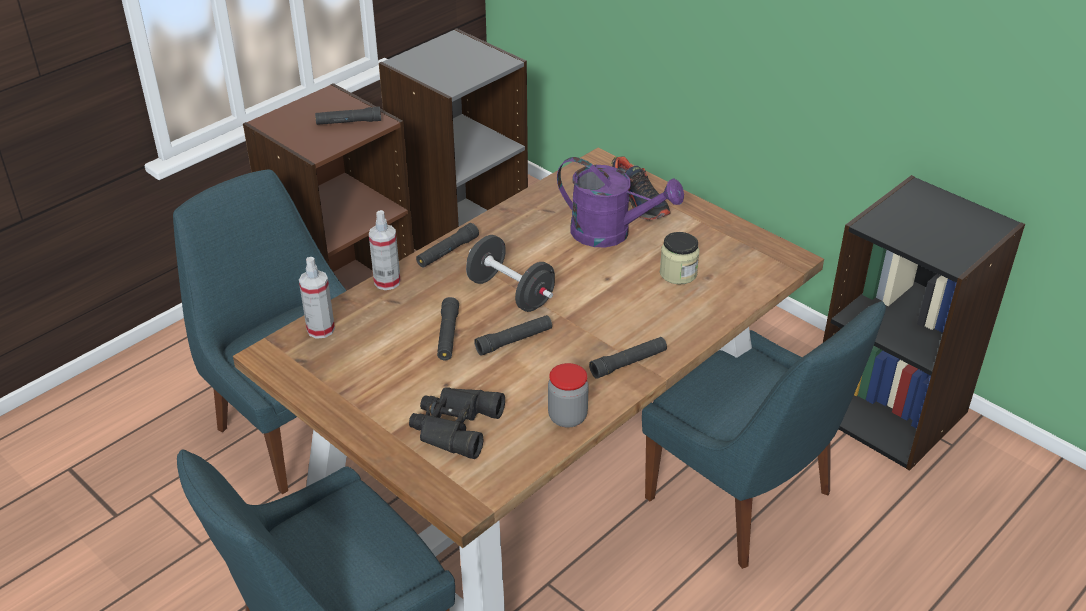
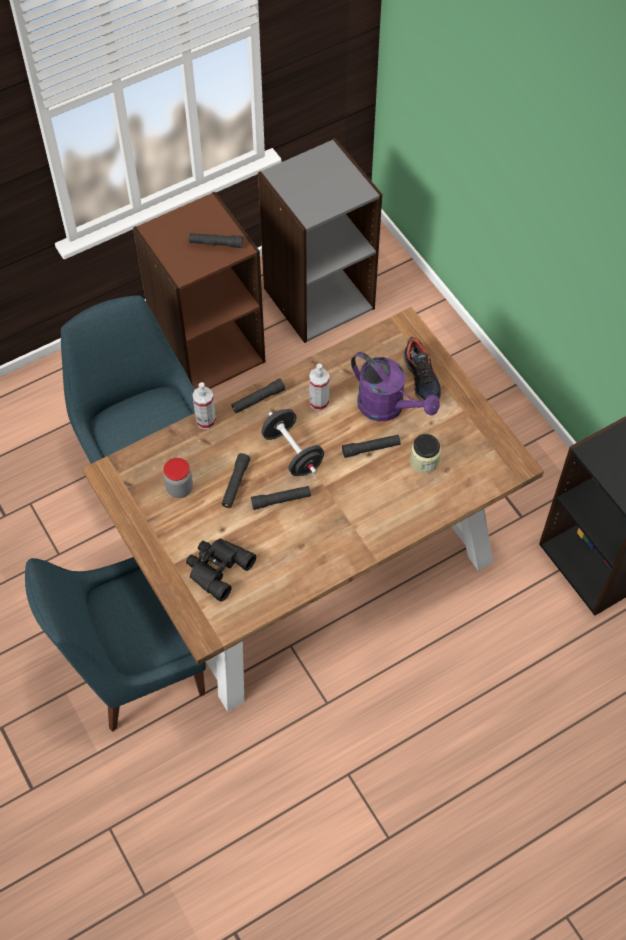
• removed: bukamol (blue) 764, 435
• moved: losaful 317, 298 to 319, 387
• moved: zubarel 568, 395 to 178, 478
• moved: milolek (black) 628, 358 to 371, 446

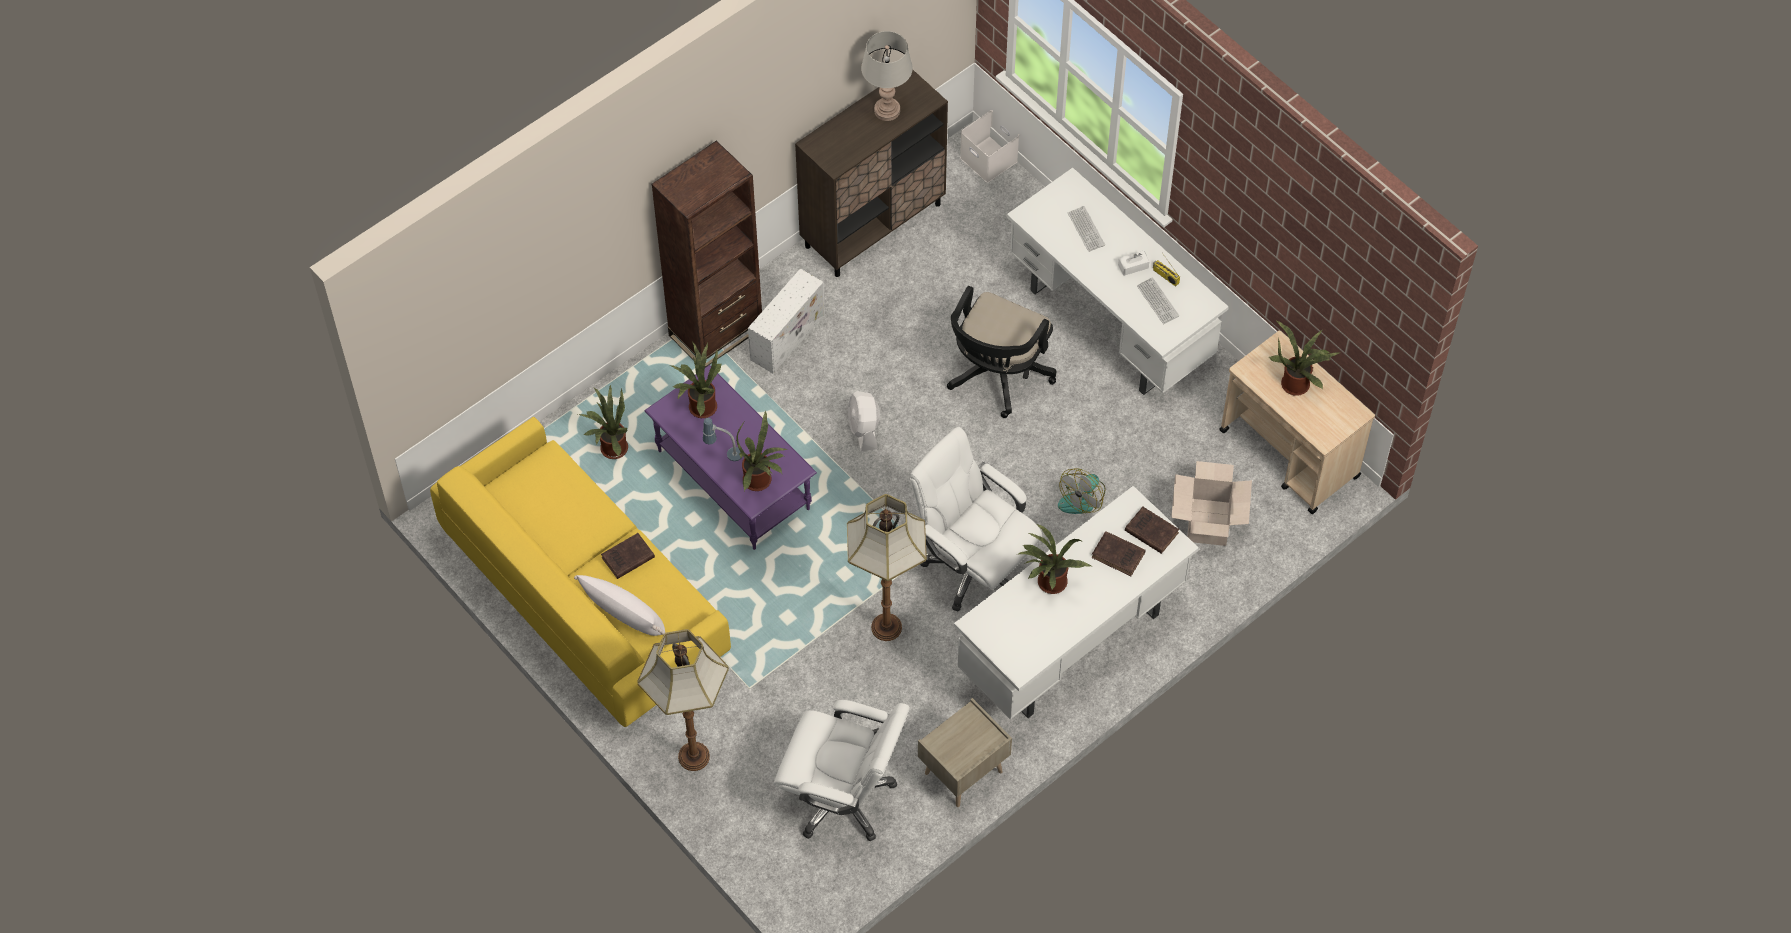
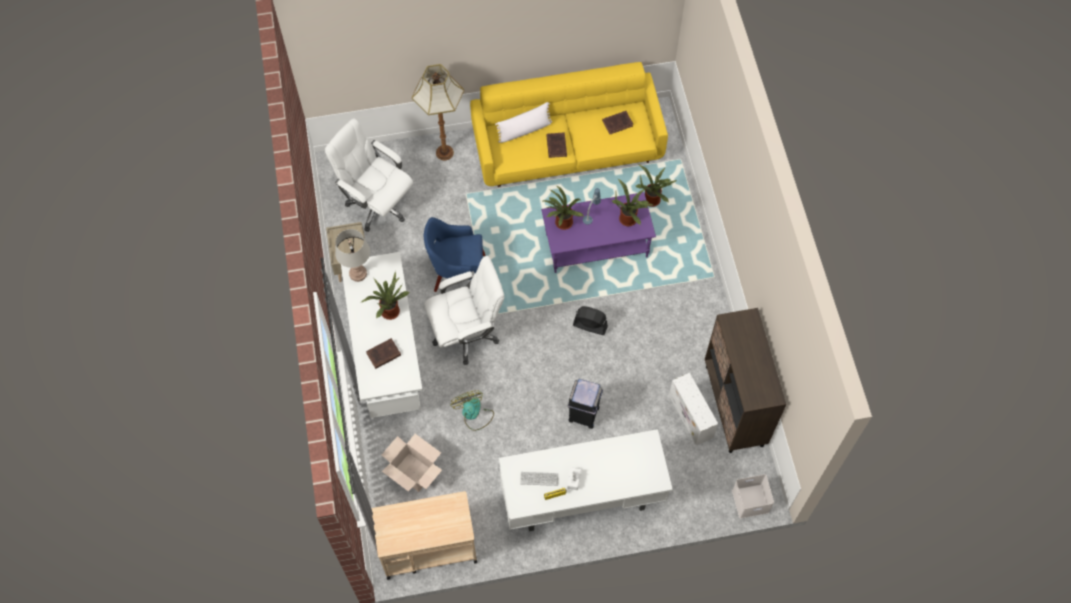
• removed: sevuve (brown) 706, 254
• removed: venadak 1086, 229
• removed: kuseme 1304, 358
• moved: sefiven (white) 786, 320 to 693, 409
• moved: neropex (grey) 887, 76 to 352, 255
• moved: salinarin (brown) 1152, 530 to 617, 122
• replaced: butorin 887, 567 to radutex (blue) 454, 254
• replaced: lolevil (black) 1001, 352 to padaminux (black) 585, 404
• recoloured: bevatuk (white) 864, 421 to bevatuk (black) 590, 320
• turned: lolevil (white) 842, 770 = 369, 175 75 degrees clockwise

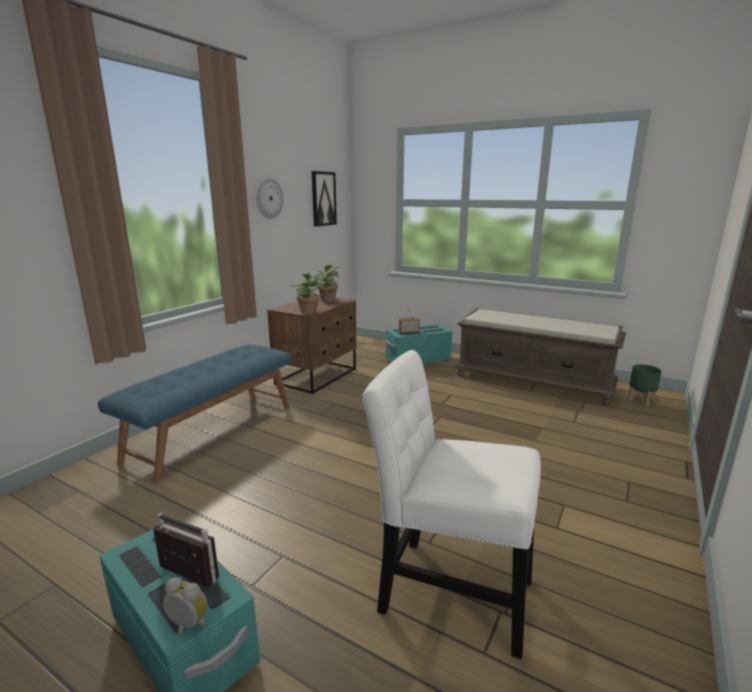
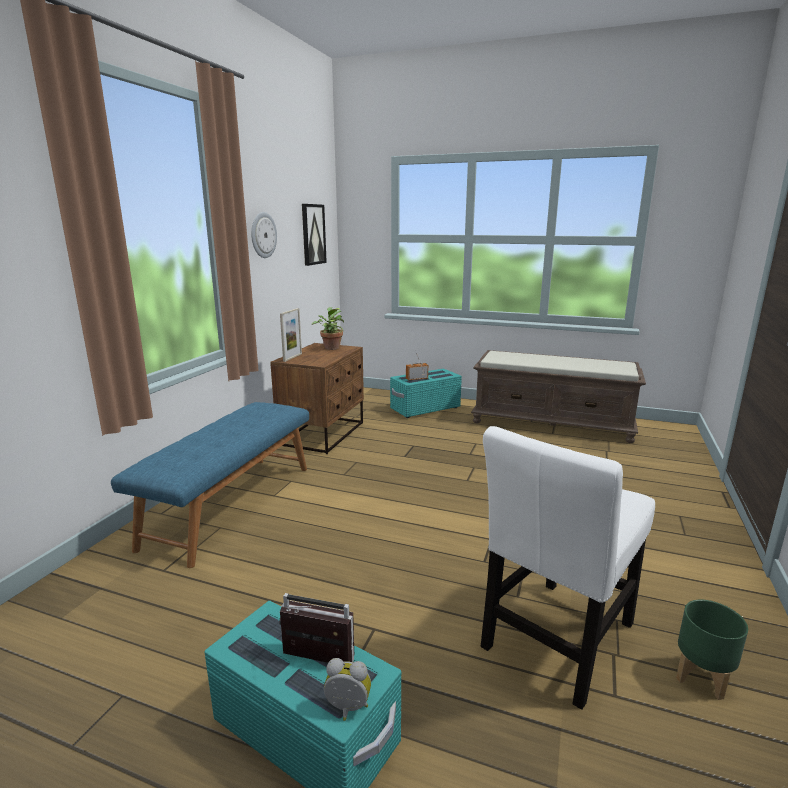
• removed: kuseme 308, 293
• added: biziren 291, 335
• moved: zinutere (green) 645, 385 to 712, 649
• turned: bukamol (white) 451, 504 = 568, 568 60 degrees counterclockwise

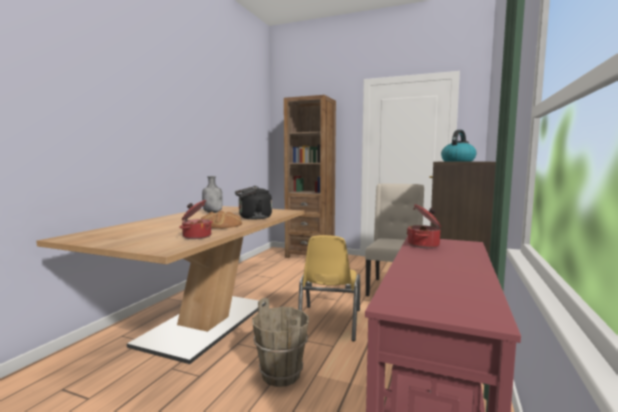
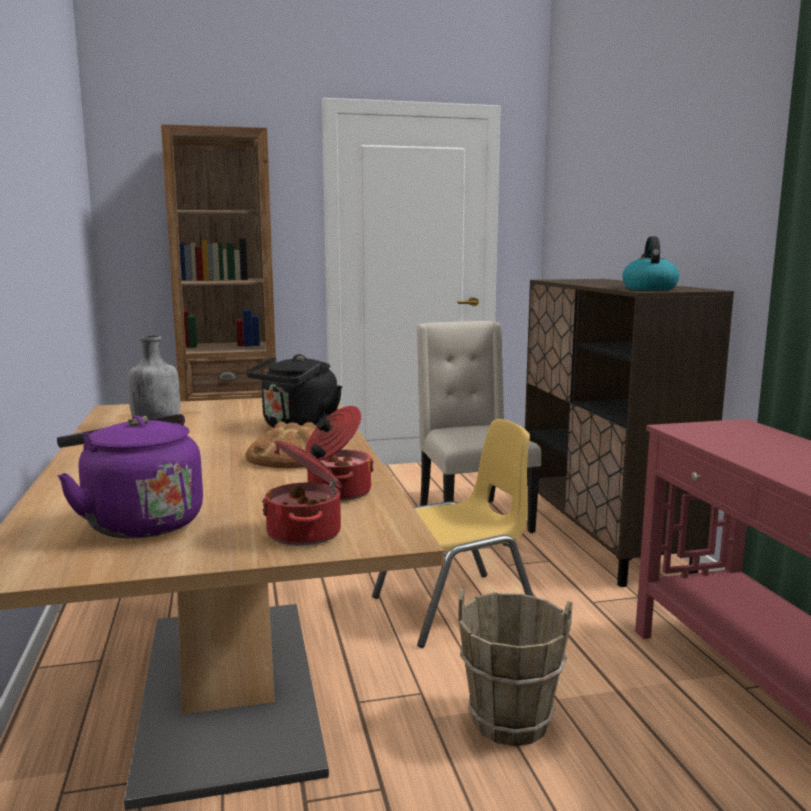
• added: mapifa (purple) 130, 476
• moved: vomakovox 423, 226 to 302, 493
• turned: bukamol (yellow) 329, 288 = 452, 533 90 degrees counterclockwise

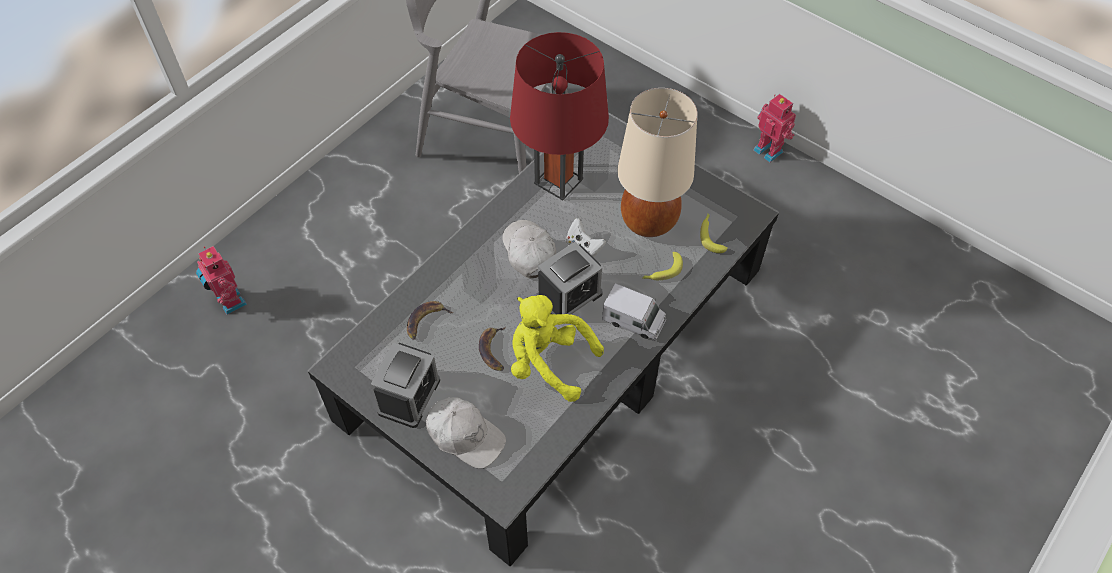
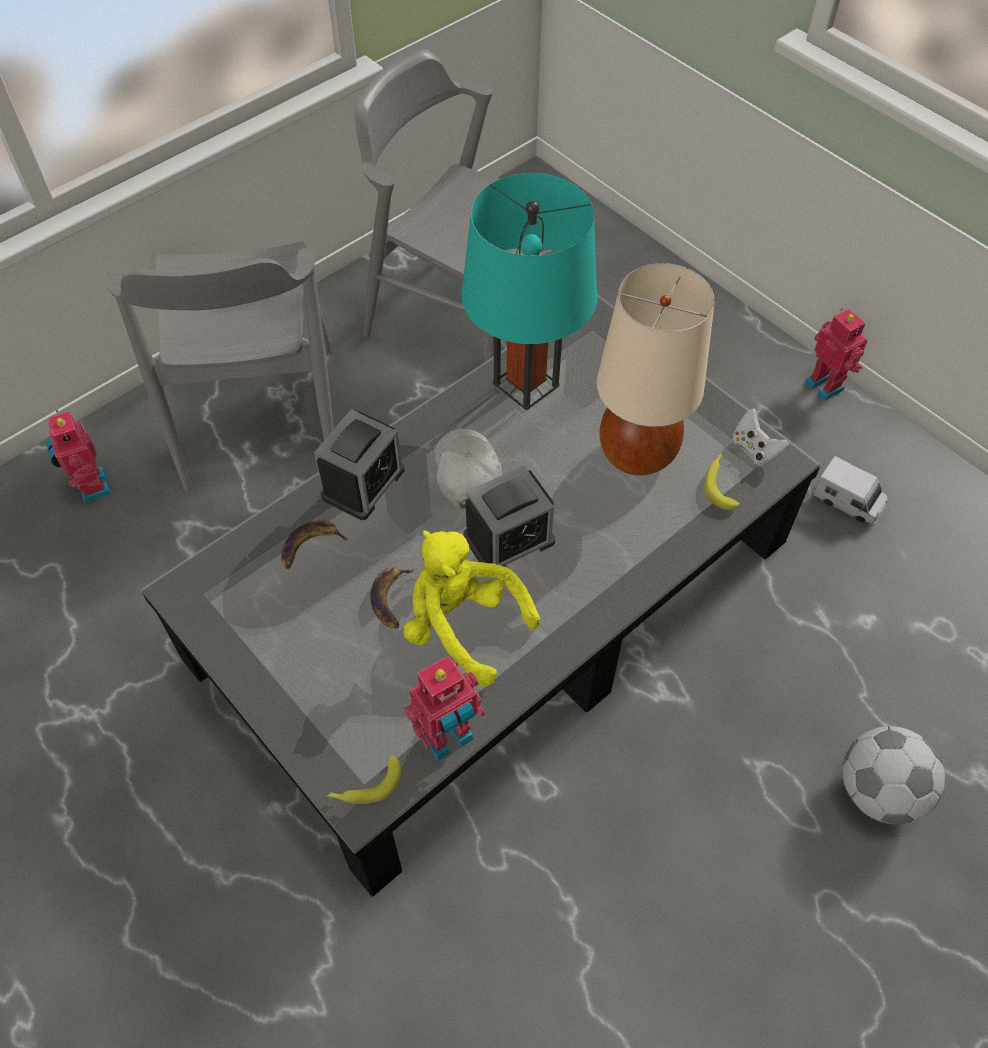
• removed: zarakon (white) 466, 433
• added: bukamol (grey) 219, 367
• added: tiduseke 444, 708
• added: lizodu 894, 775
• moved: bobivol 405, 385 to 359, 464
• moved: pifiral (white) 586, 237 to 760, 437
• moved: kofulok 634, 312 to 850, 491
• moved: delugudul 663, 266 to 364, 779
• recoloured: neropex (red) 559, 116 to neropex (turquoise) 529, 292

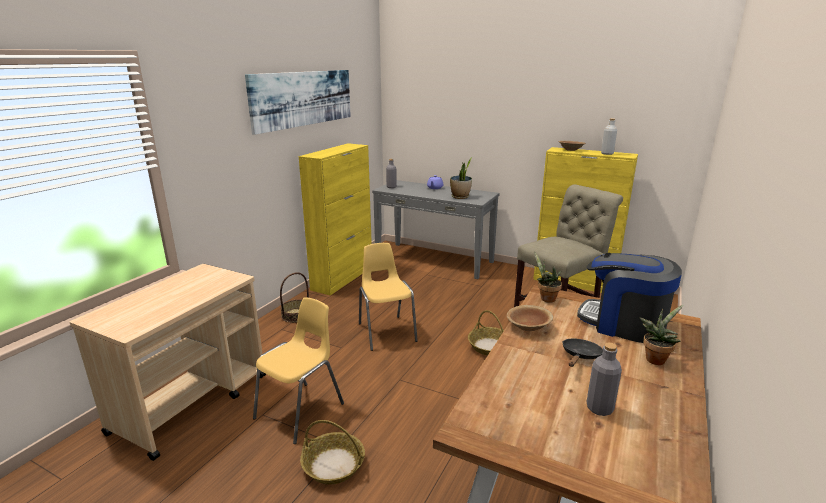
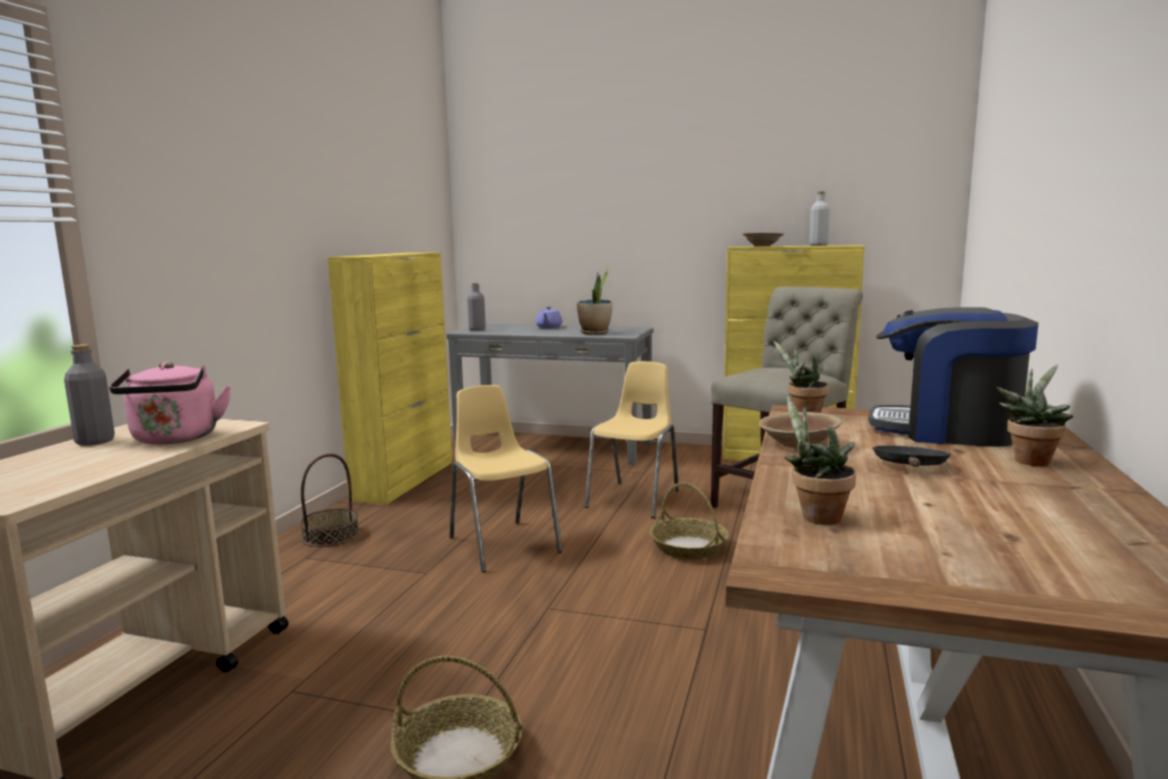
• removed: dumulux 298, 102
• added: mapifa (pink) 170, 403
• added: kuseme 820, 460
• moved: bukamol (yellow) 298, 370 to 632, 439
• moved: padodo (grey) 604, 379 to 89, 394

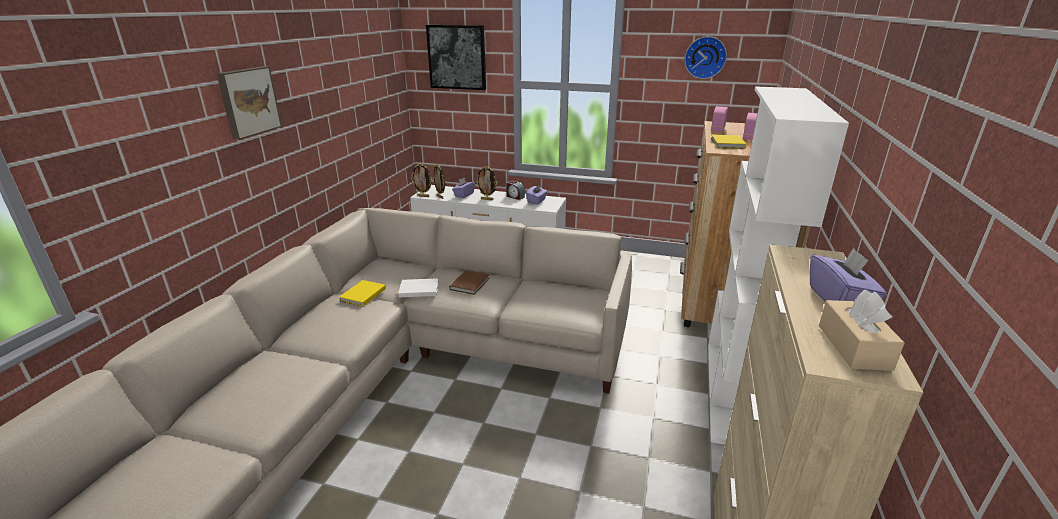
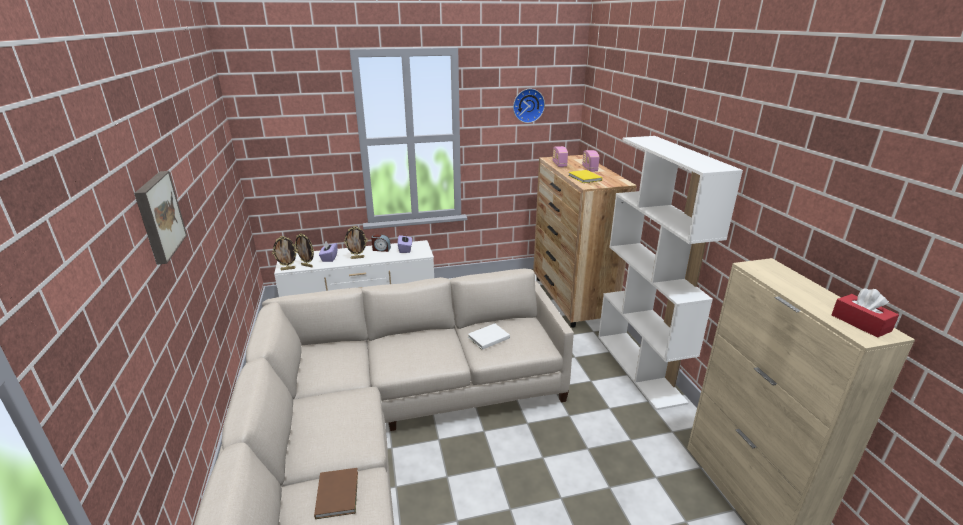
• removed: salinarin (yellow) 362, 293
• removed: dumulux 456, 57
• removed: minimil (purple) 848, 275
• moved: salinarin (white) 418, 287 to 489, 336
• moved: salinarin (brown) 469, 282 to 336, 493
• recoloured: minimil (beige) 862, 330 to minimil (red) 865, 313

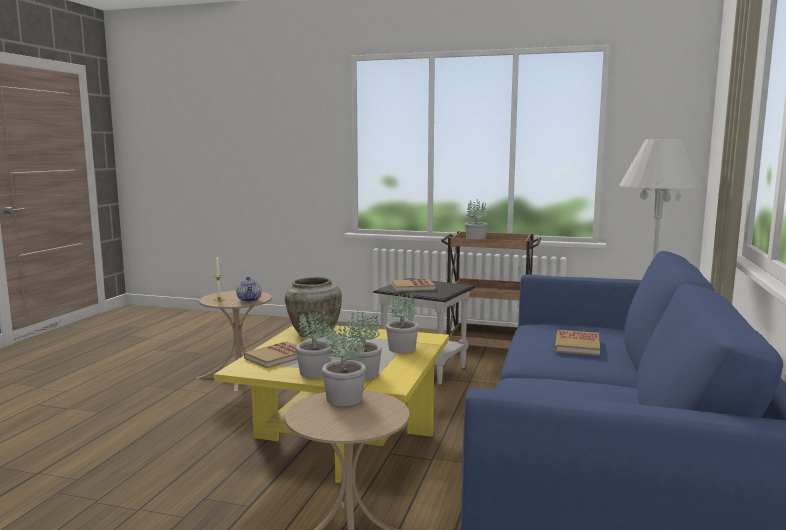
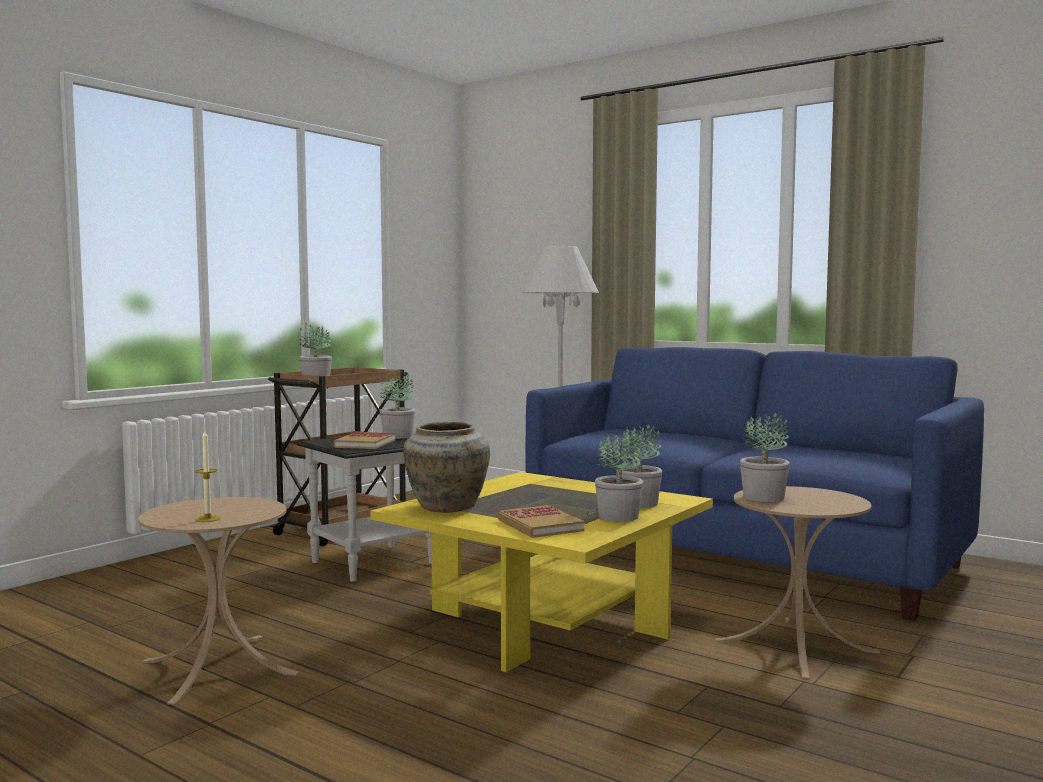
• removed: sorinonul 248, 289
• removed: salinarin 577, 343
• moved: kuseme 402, 323 to 397, 406

